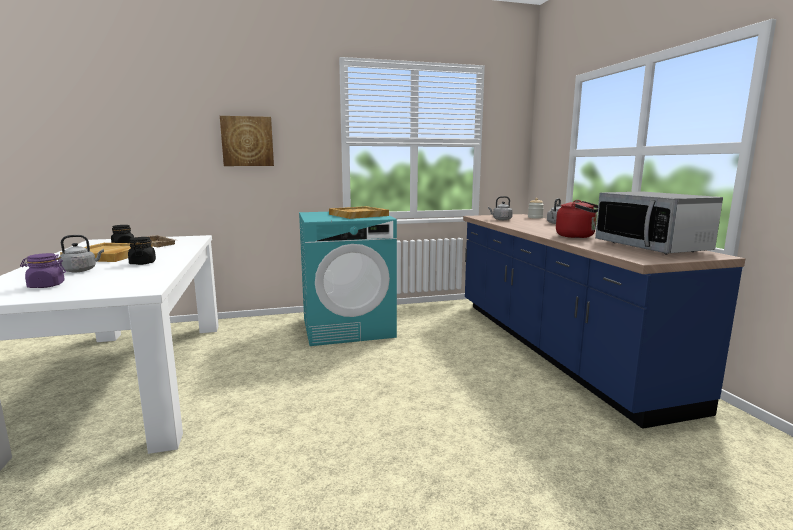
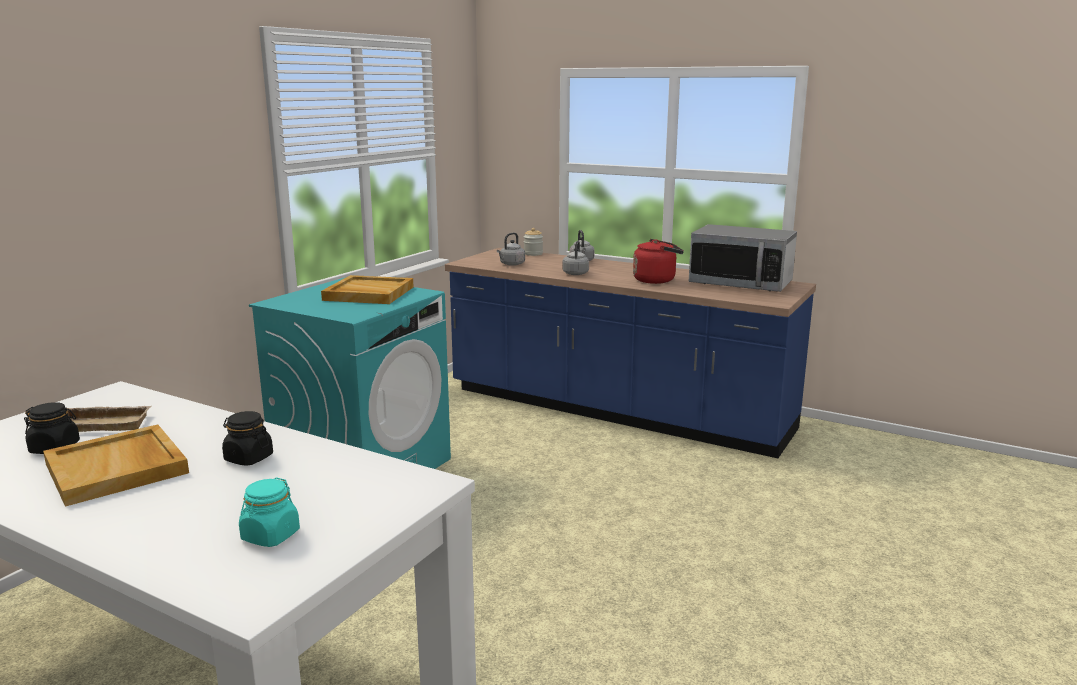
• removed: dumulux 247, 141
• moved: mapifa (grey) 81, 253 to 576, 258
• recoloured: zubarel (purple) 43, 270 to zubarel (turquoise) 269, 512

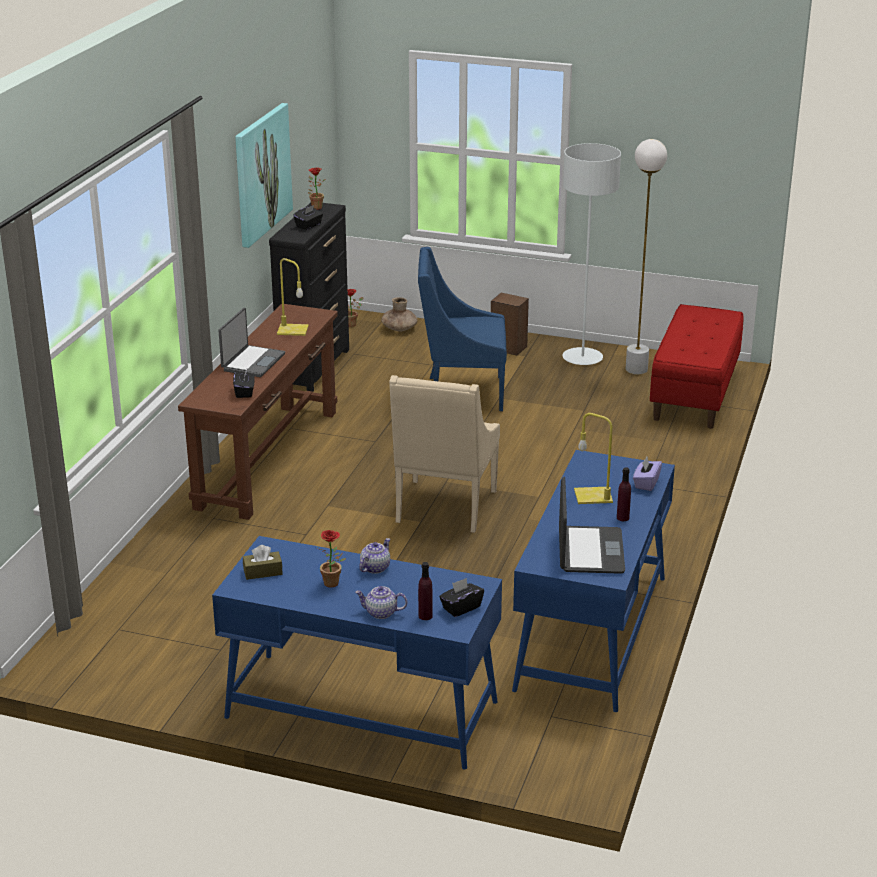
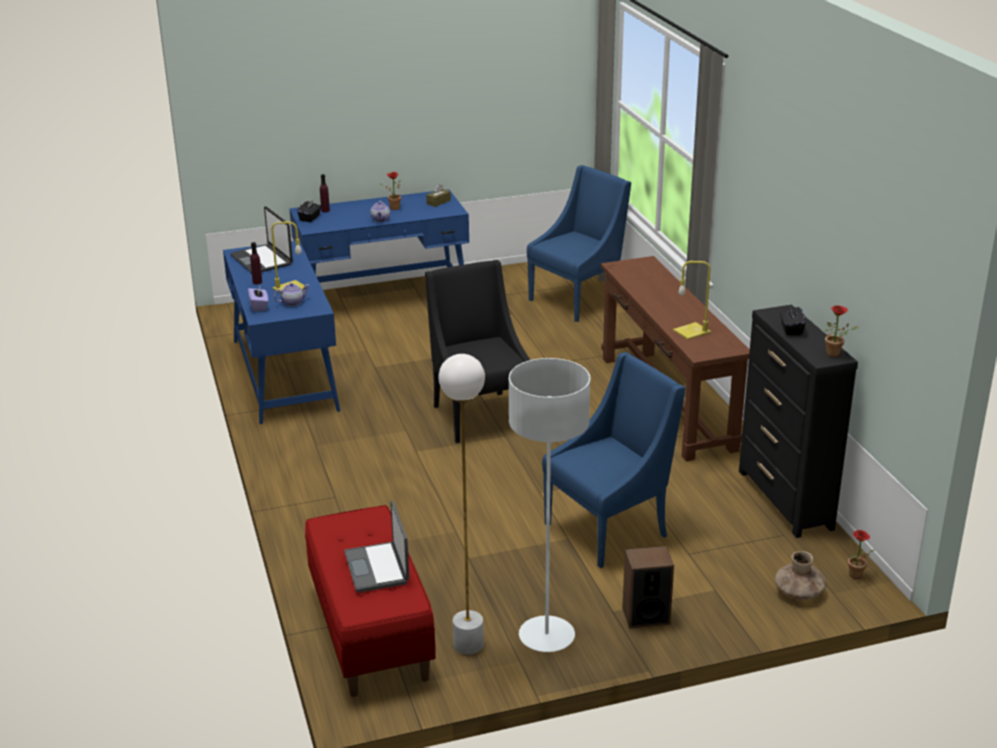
• removed: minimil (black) 243, 383
• removed: dumulux 264, 175
• added: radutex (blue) 579, 243
• moved: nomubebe 251, 342 to 376, 547
• moved: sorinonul 381, 602 to 291, 294
• recoloured: radutex (beige) 444, 454 to radutex (black) 477, 351

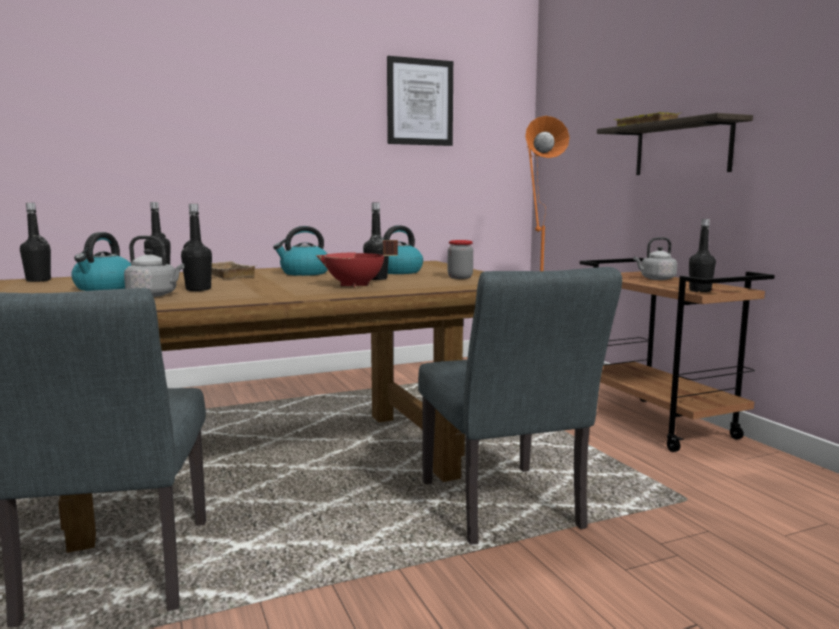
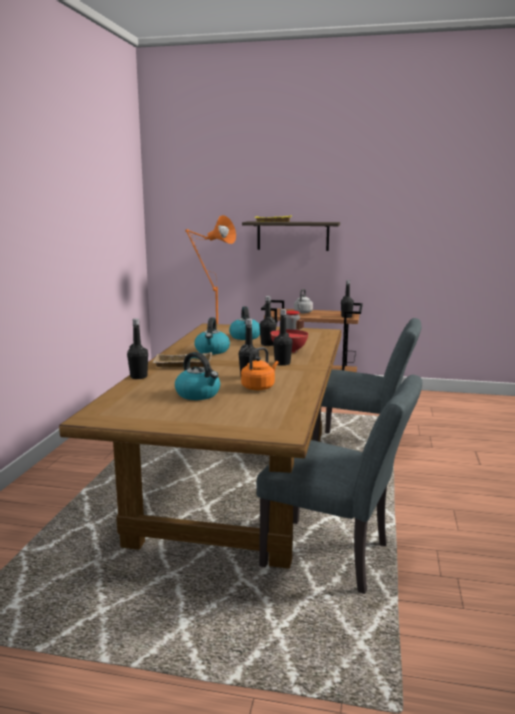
• removed: dumulux 420, 101
• moved: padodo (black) 35, 242 to 282, 337
• recoloured: mapifa (grey) 154, 266 to mapifa (orange) 260, 368

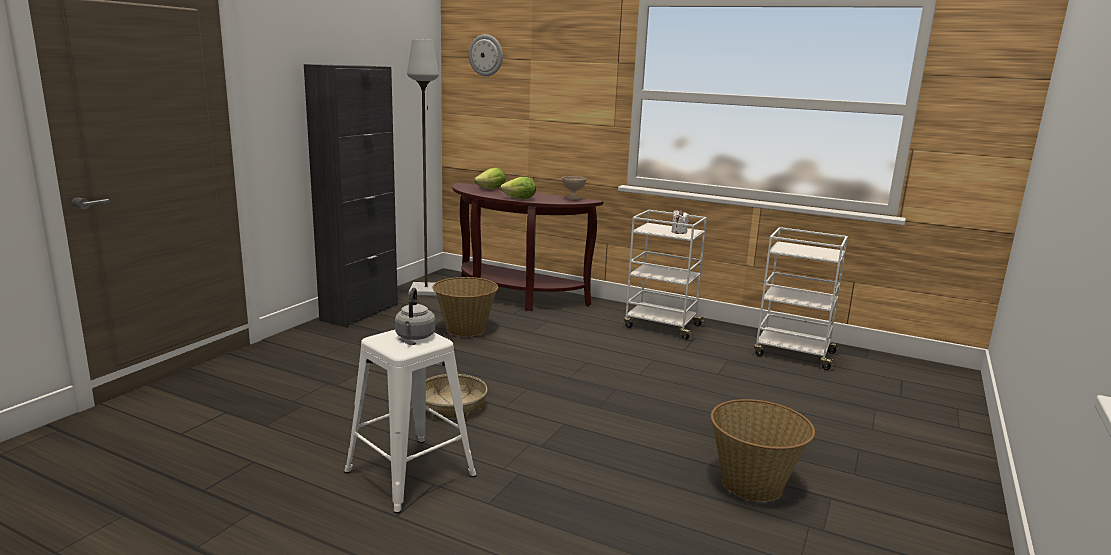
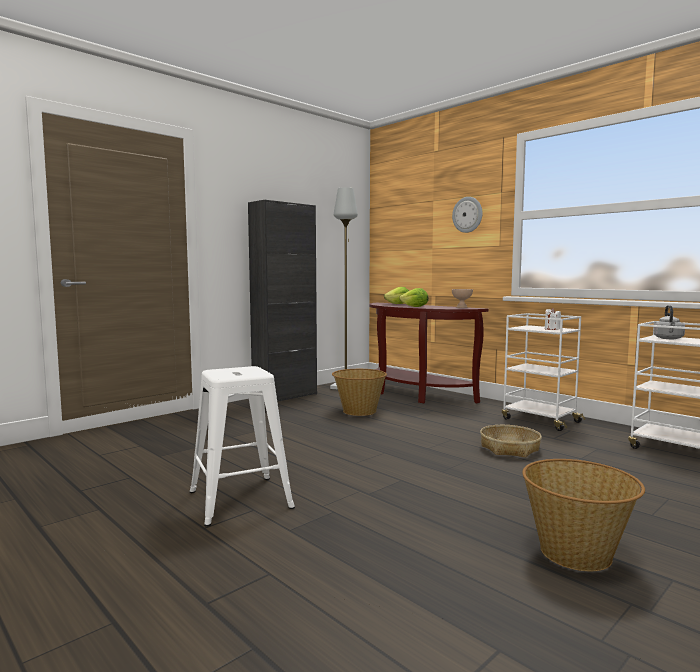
• moved: mapifa (grey) 415, 314 to 669, 322
• moved: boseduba 456, 397 to 511, 441
• moved: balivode 486, 55 to 467, 215

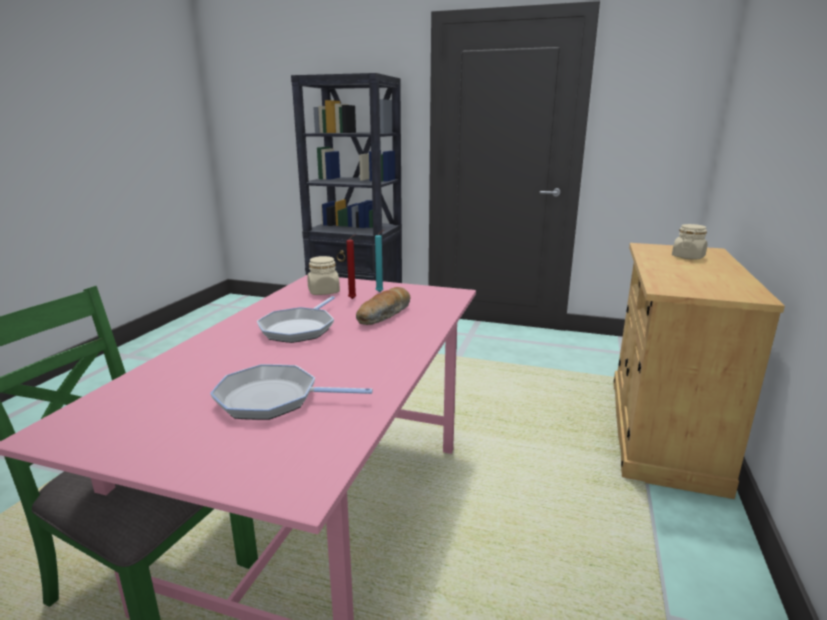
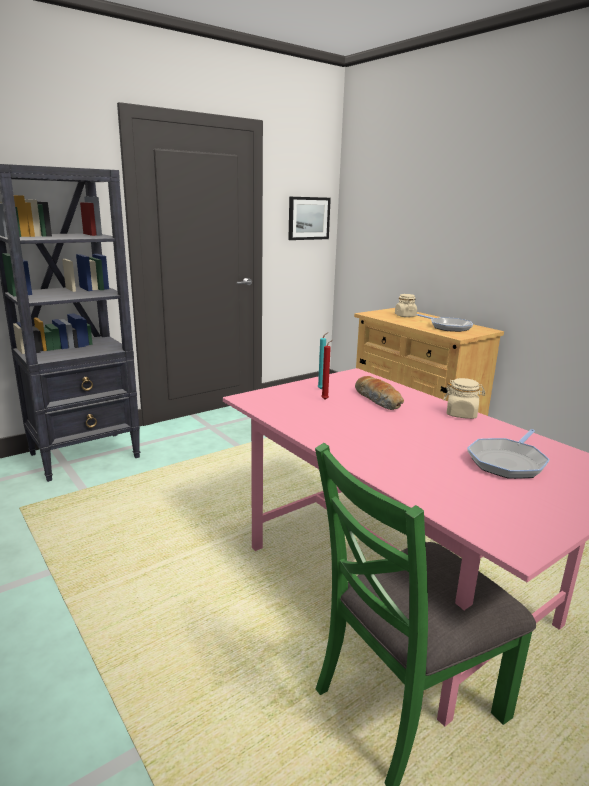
• added: dumulux 309, 218
• moved: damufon 296, 319 to 445, 323
• moved: zubarel (beige) 323, 275 to 465, 398

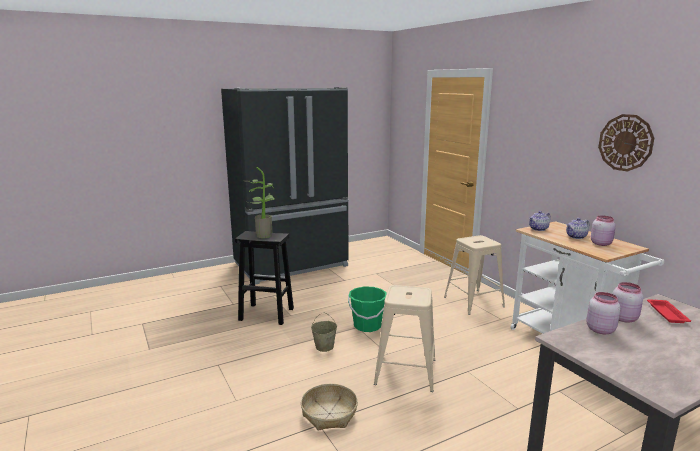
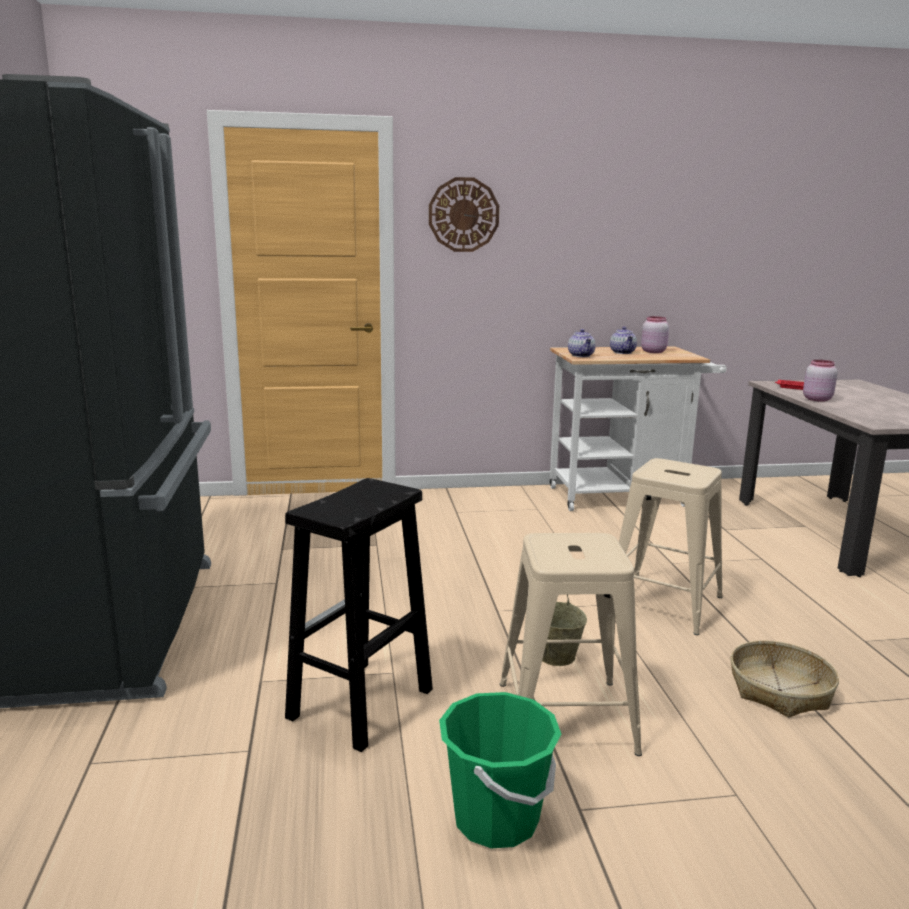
• removed: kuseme 260, 202
• removed: zubarel (pink) 604, 313
• moved: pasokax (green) 367, 309 to 500, 770
• moved: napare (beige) 474, 275 to 571, 644
• moved: balivode 626, 143 to 464, 214

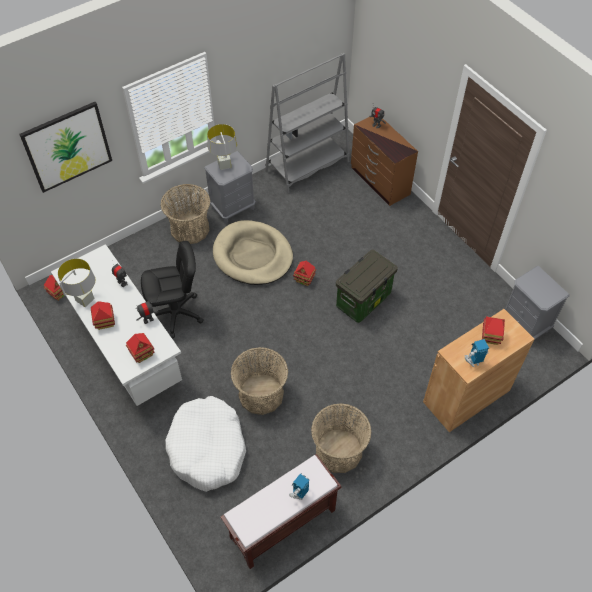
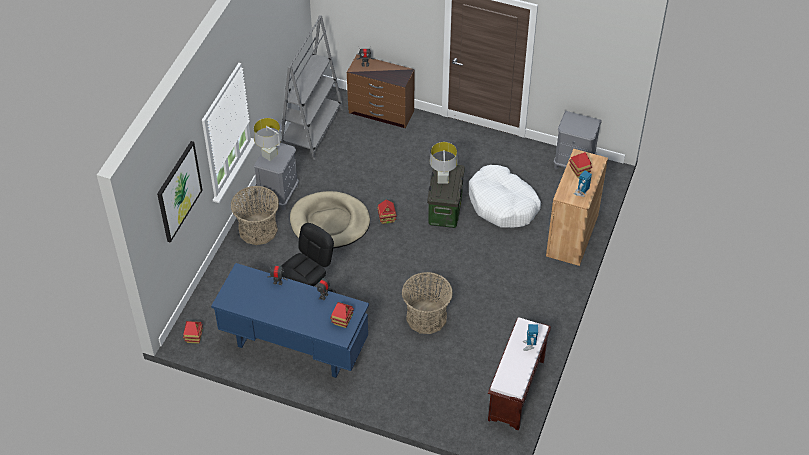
• removed: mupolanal 103, 315
• removed: boseduba 341, 438
• moved: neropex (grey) 76, 283 to 444, 162
• moved: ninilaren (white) 205, 444 to 505, 196
• recoloured: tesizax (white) 116, 325 to tesizax (blue) 290, 320

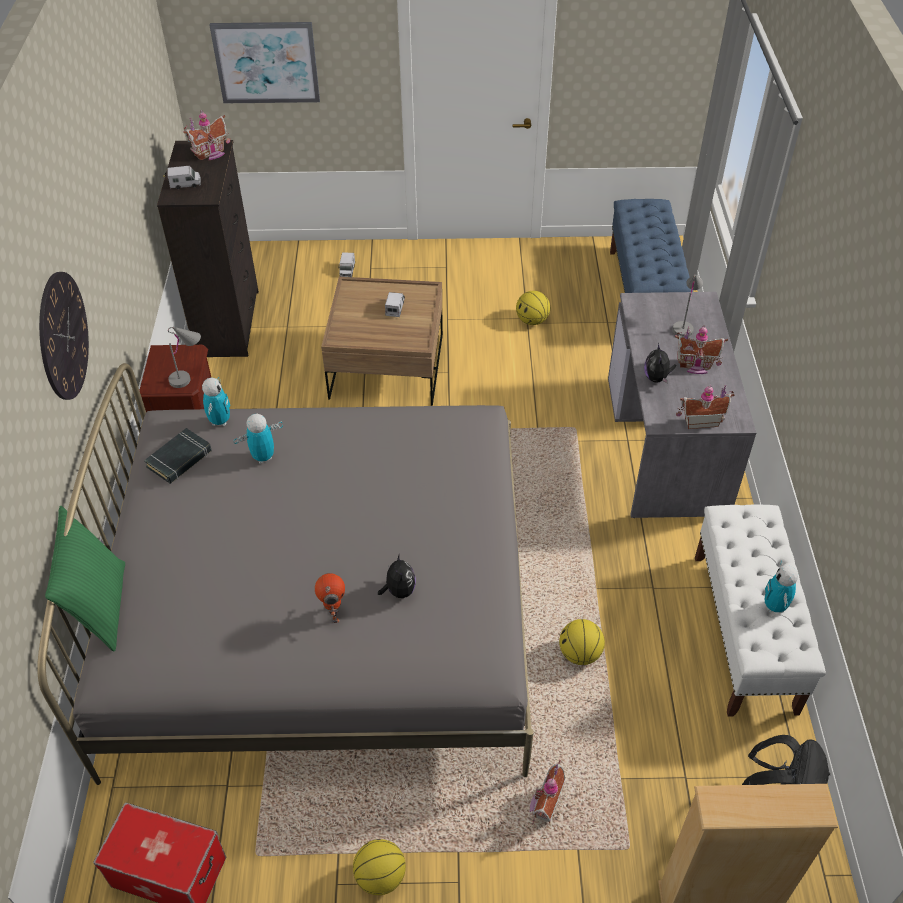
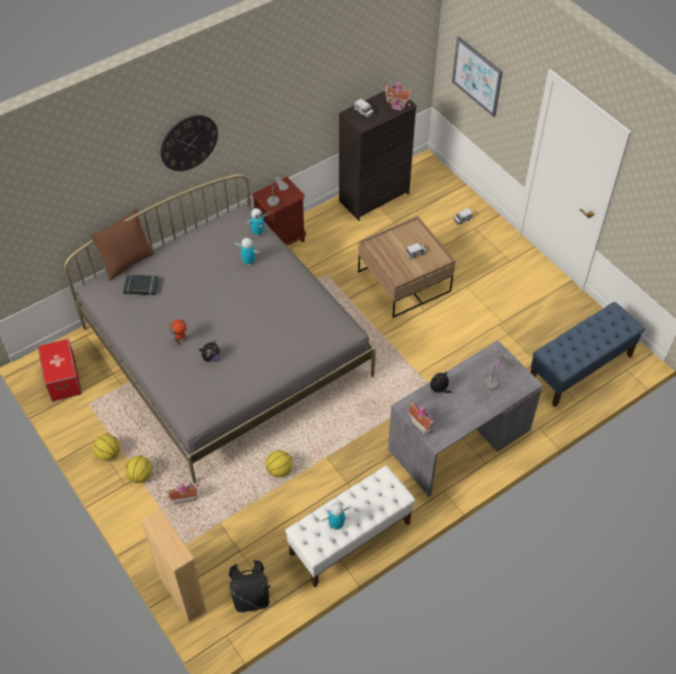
• removed: mupolanal 701, 349
• moved: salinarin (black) 178, 456 to 141, 285
• moved: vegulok 533, 308 to 139, 469
• recoloured: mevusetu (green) 85, 579 to mevusetu (brown) 122, 245

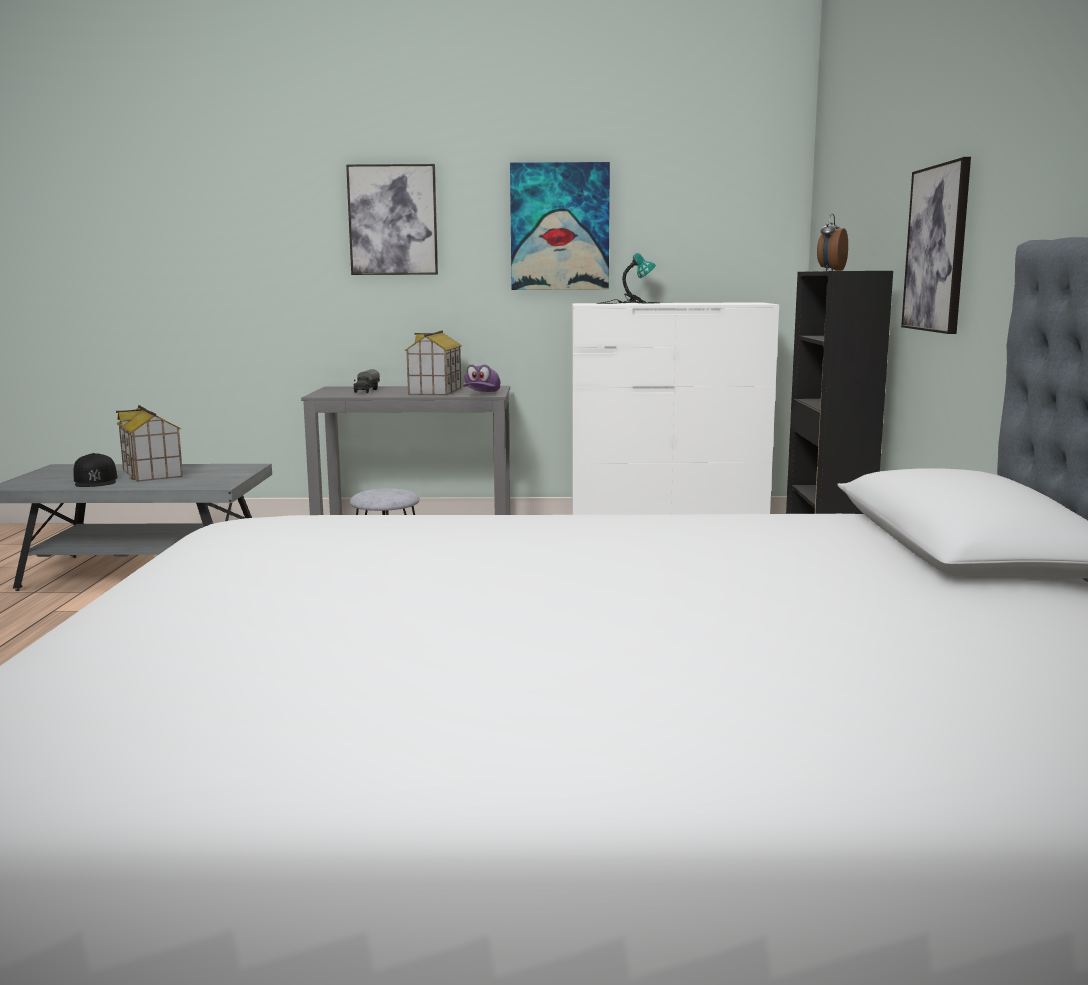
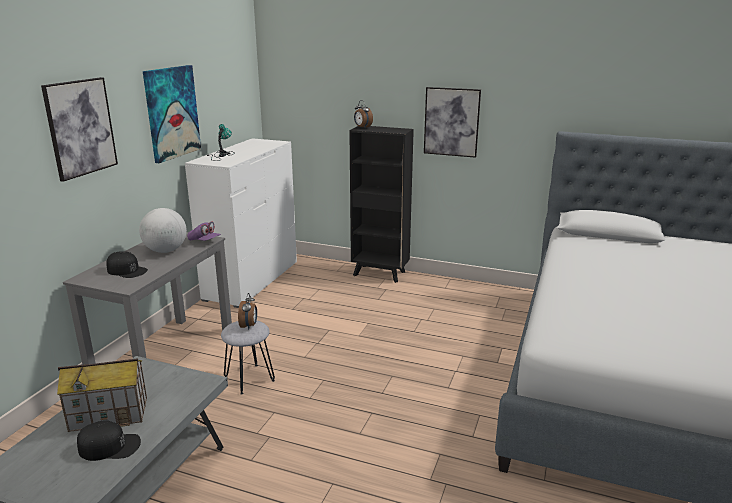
• added: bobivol 247, 311
• replaced: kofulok 366, 381 to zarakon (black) 127, 264
• replaced: mupolanal 433, 362 to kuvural 163, 230

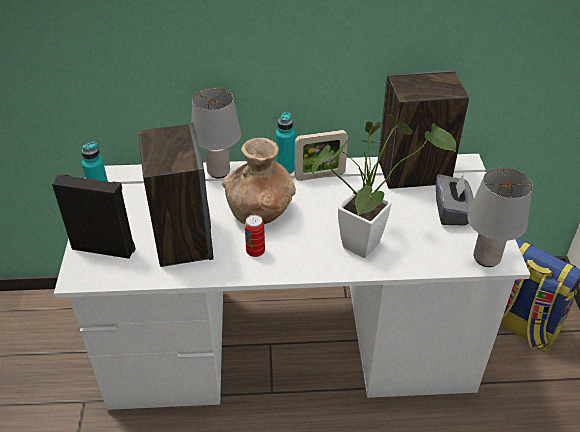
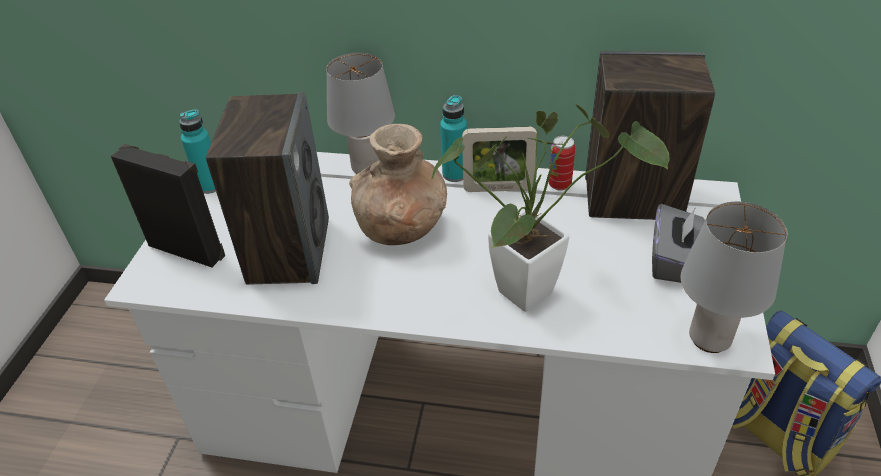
• moved: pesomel 255, 236 to 562, 163

